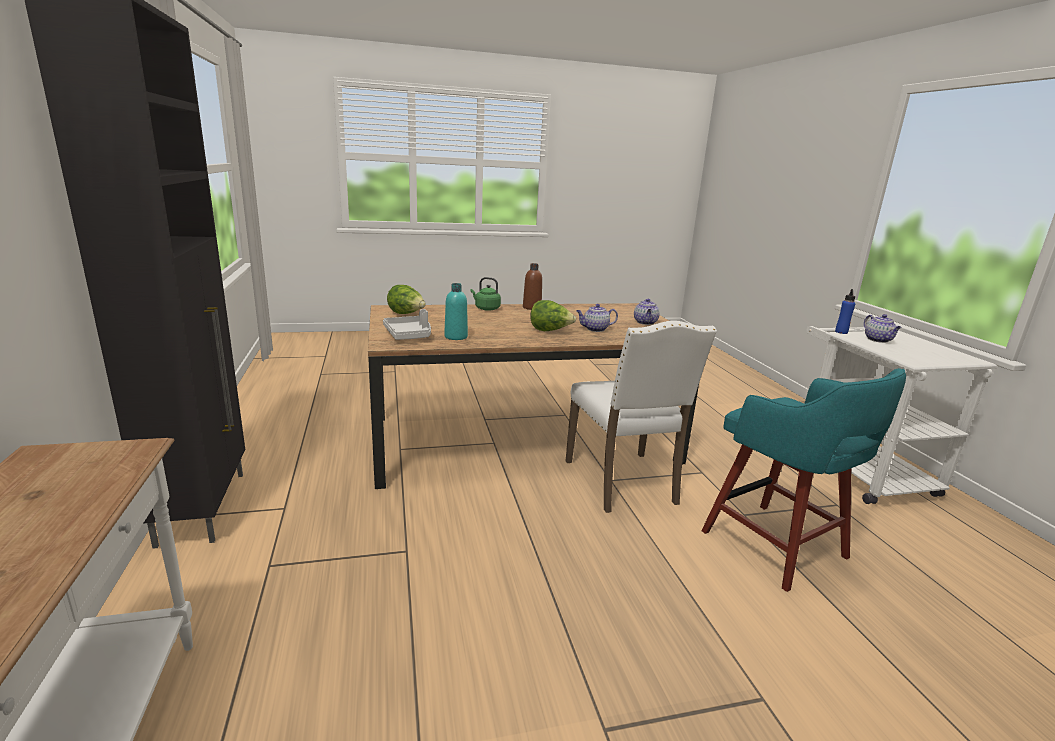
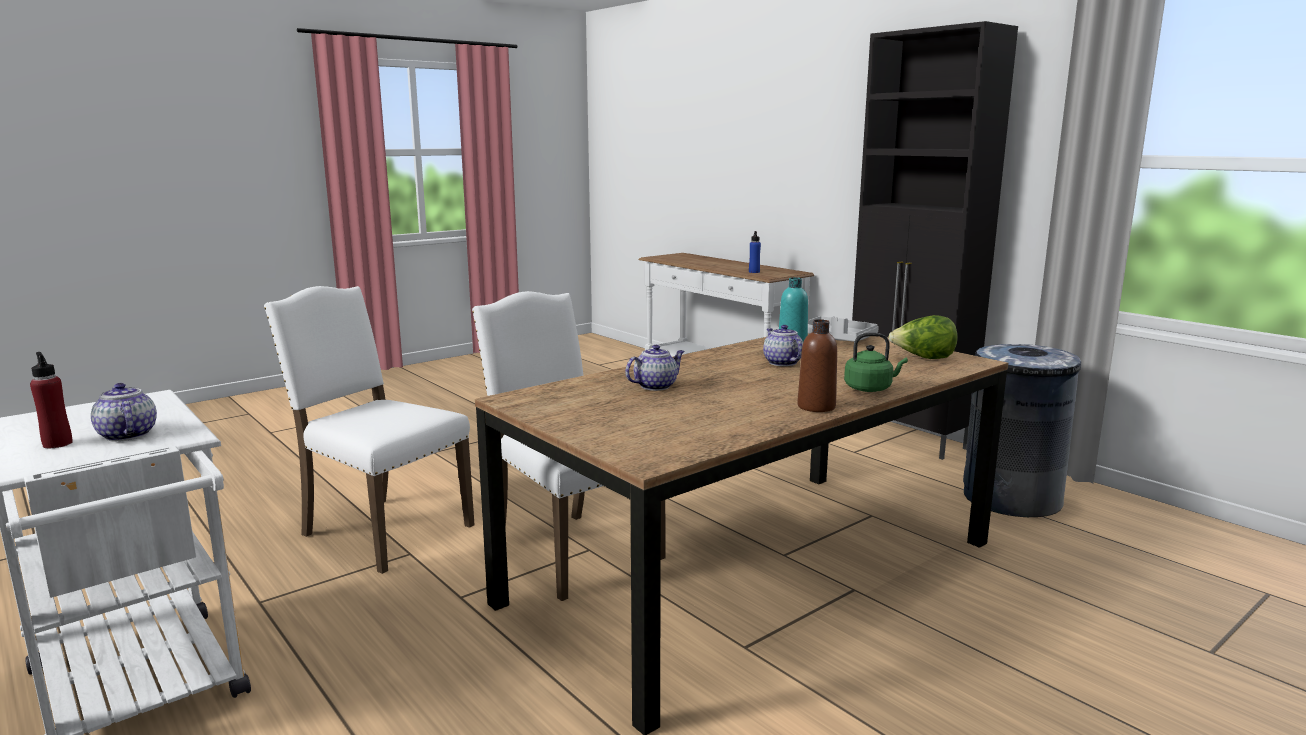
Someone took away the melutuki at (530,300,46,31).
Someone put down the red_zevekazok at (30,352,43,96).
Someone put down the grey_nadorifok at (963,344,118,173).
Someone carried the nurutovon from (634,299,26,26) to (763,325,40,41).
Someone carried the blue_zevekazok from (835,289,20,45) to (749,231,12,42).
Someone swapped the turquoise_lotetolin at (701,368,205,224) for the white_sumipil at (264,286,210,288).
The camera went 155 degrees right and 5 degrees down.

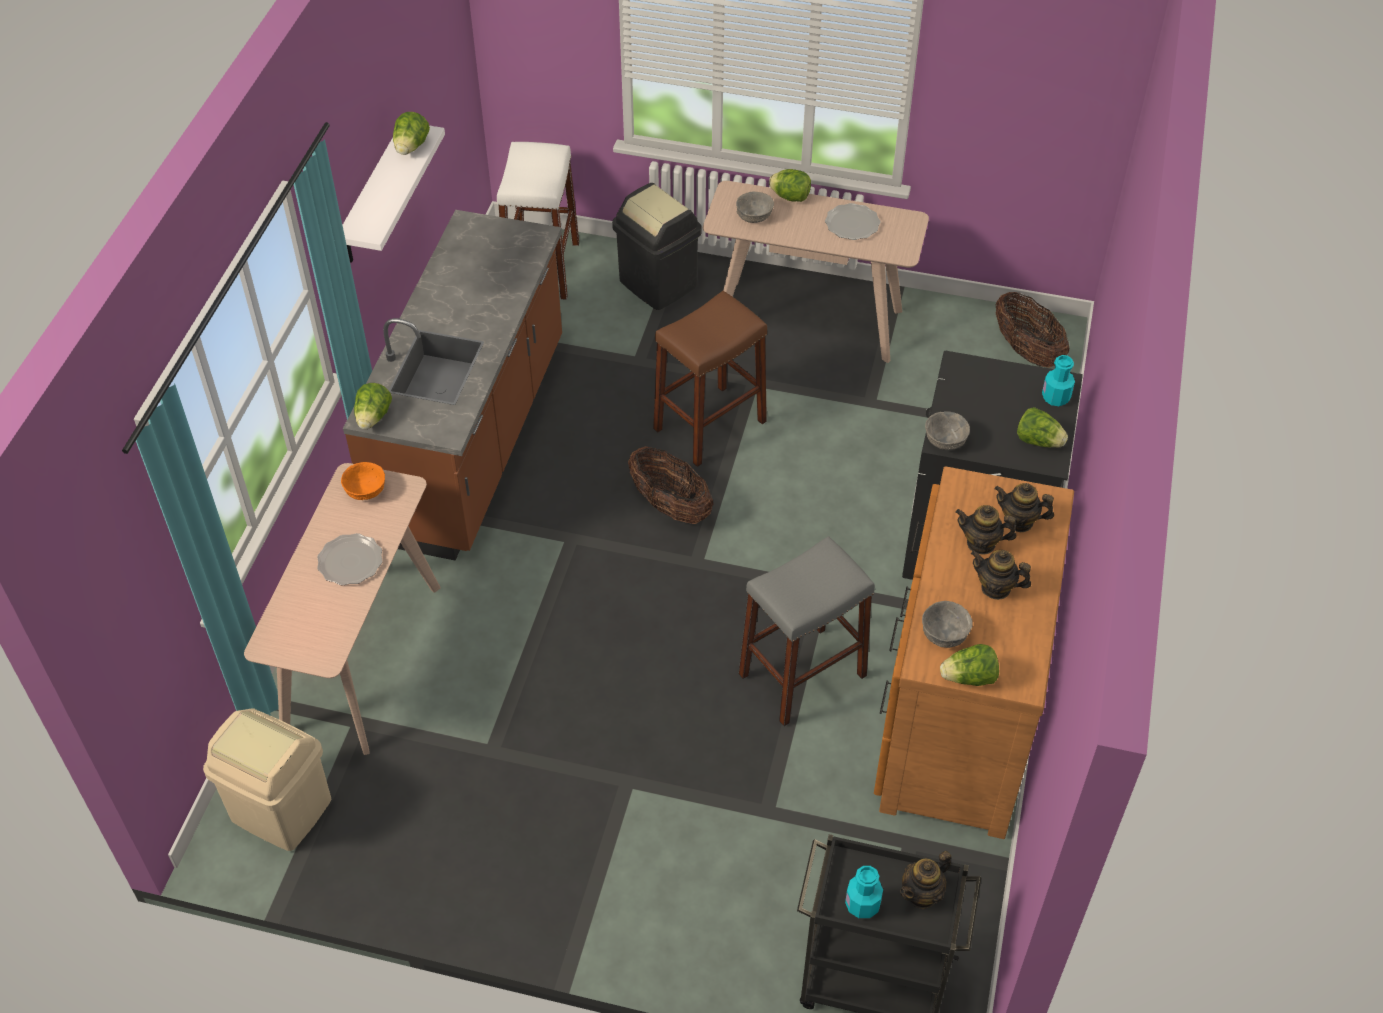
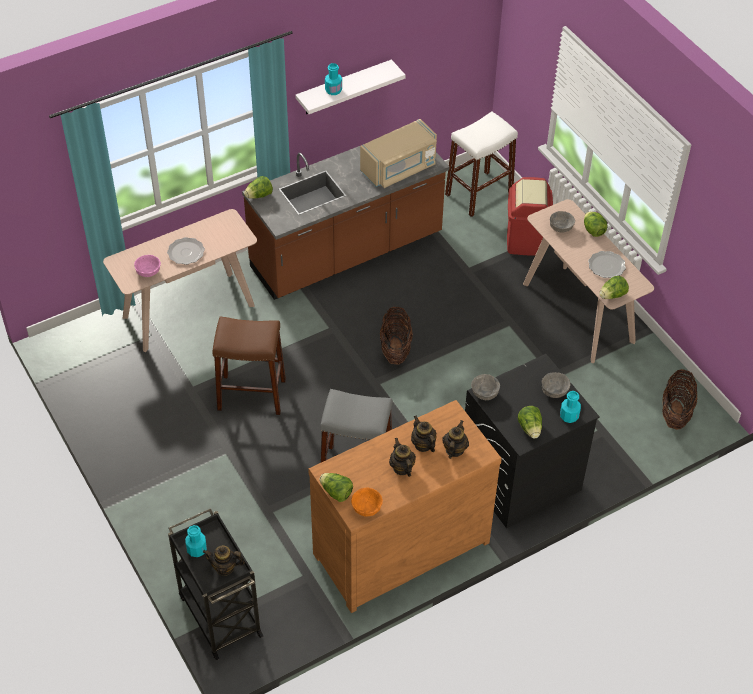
Someone took away the beige_nadorifok at (203,708,128,143).
Someone put down the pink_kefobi at (134,255,27,22).
Someone put down the turquoise_zevekazok at (325,63,17,32).
Someone put down the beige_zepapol at (360,119,77,69).
Someone carried the orange_kefobi from (341,462,44,38) to (351,488,32,28).
Someone carried the melutuki from (393,112,37,43) to (599,276,30,23).
Someone carried the brown_lotetolin from (653,291,114,176) to (212,316,74,99).
Someone carried the grey_kefobi from (922,601,51,47) to (542,372,28,26).
Someone repainted the black_nadorifok at (612,183,90,127), which became the red_nadorifok at (507,177,46,79).
Someone rotated the nurutovon at (995,483,59,49) by 45 degrees clockwise.
The camera went 45 degrees right and 0 degrees up.

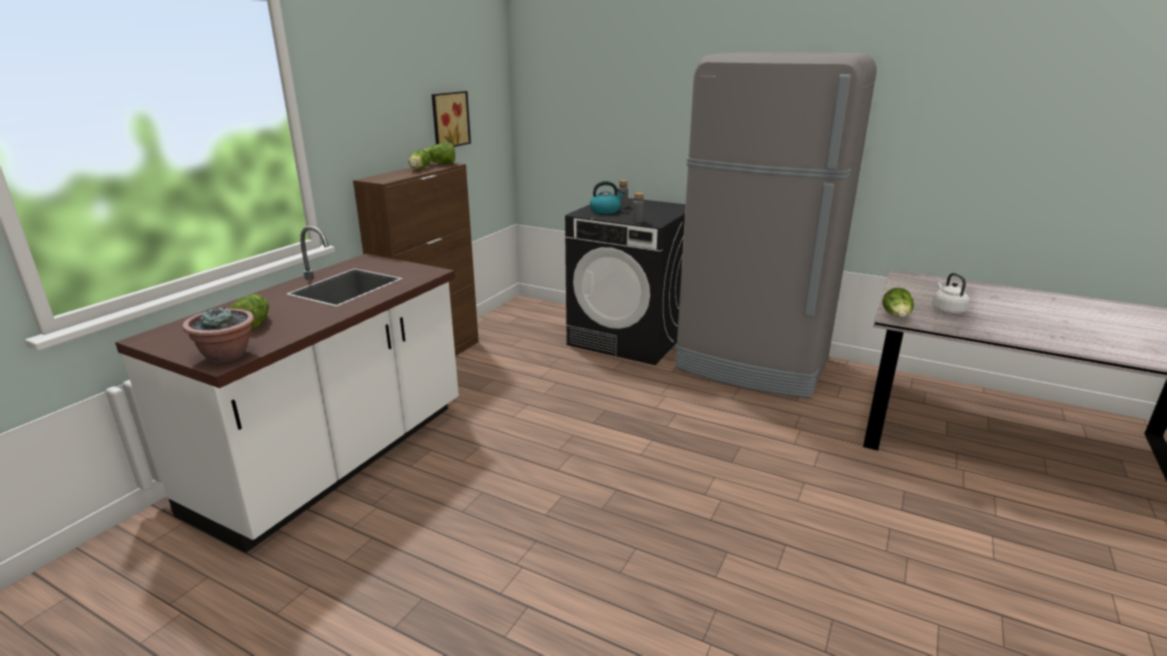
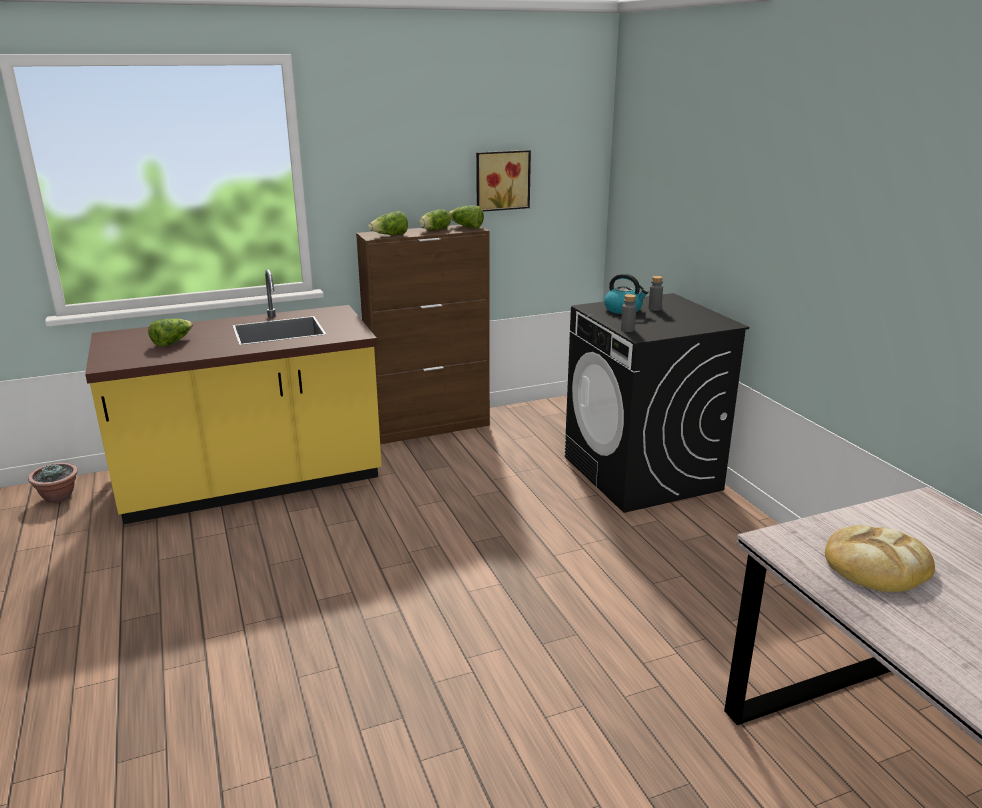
Someone took away the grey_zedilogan at (675,52,201,346).
Someone carried the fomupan from (182,307,72,56) to (28,463,50,40).
Someone carried the melutuki from (882,287,32,31) to (368,211,40,24).
Someone swapped the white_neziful at (932,273,37,41) for the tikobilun at (825,525,110,67).
Someone repainted the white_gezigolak at (115,226,344,327), which became the yellow_gezigolak at (85,269,297,255).
The camera went 40 degrees right and 0 degrees up.

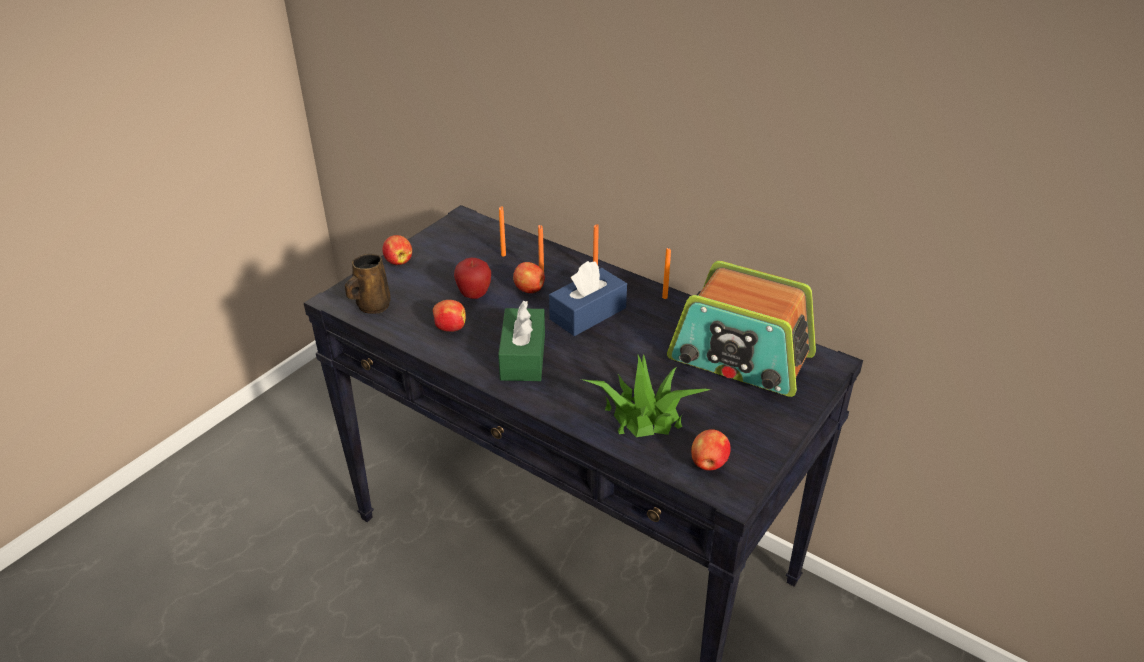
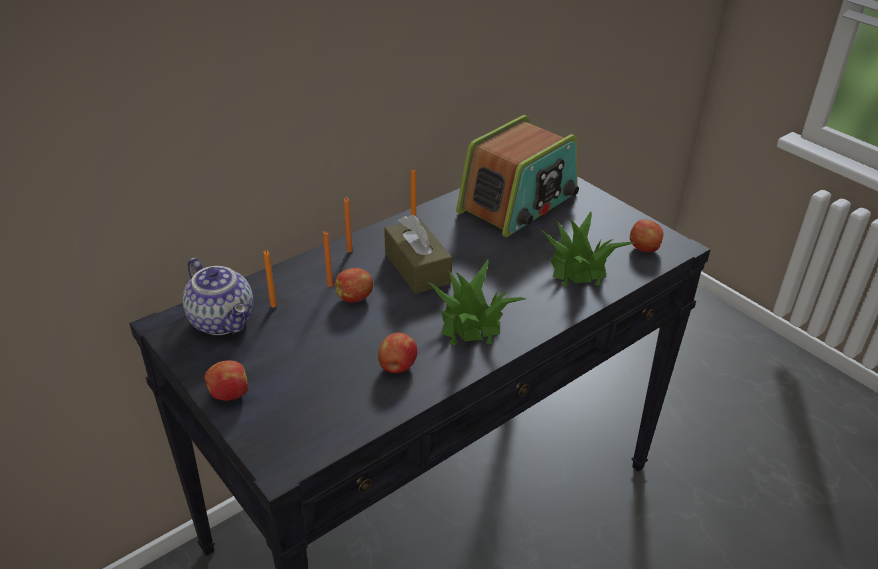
Someone took away the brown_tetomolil at (345,254,46,60).
Someone took away the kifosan at (454,258,37,41).
Someone put down the nurutovon at (183,258,71,77).
Someone swapped the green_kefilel at (498,301,47,80) for the fomupan at (428,260,98,86).
Someone repainted the blue_kefilel at (549,261,78,75), which became the brown_kefilel at (384,214,68,80).
The camera went 75 degrees left and 0 degrees up.

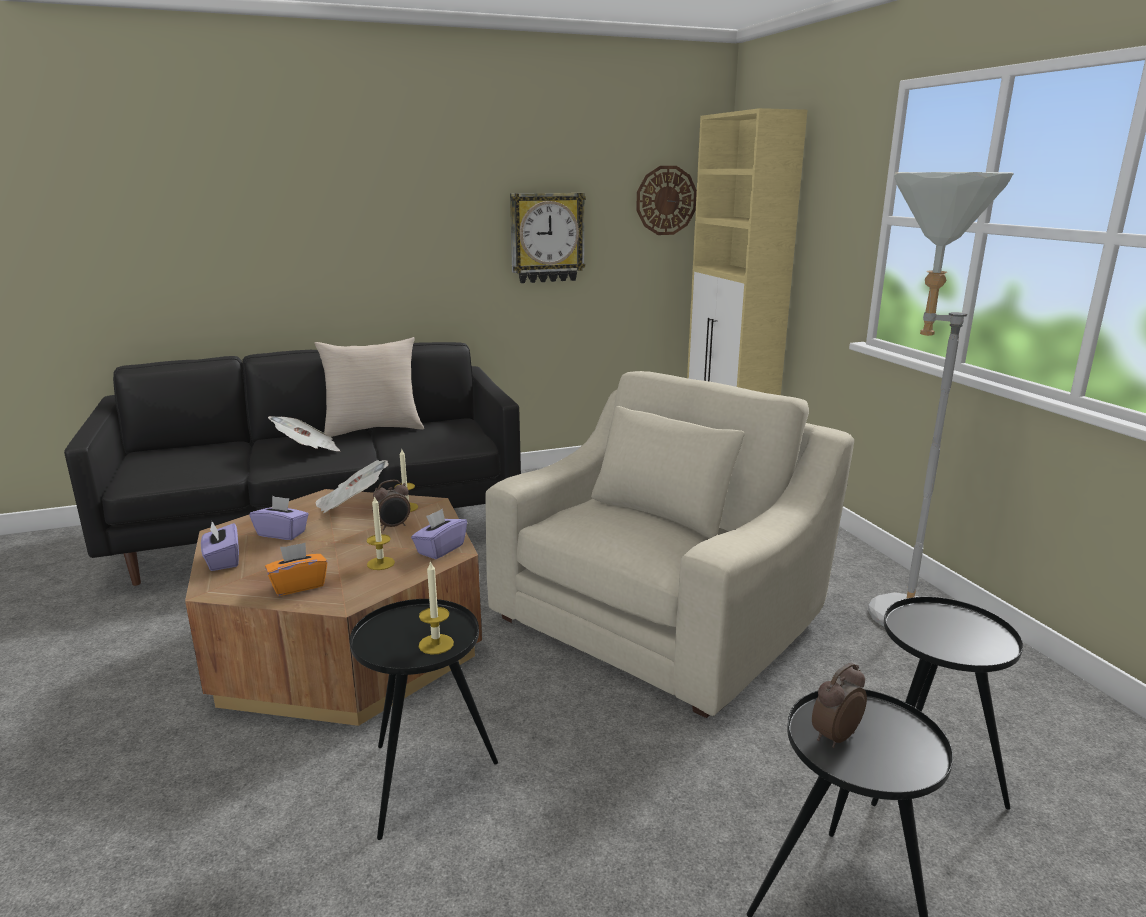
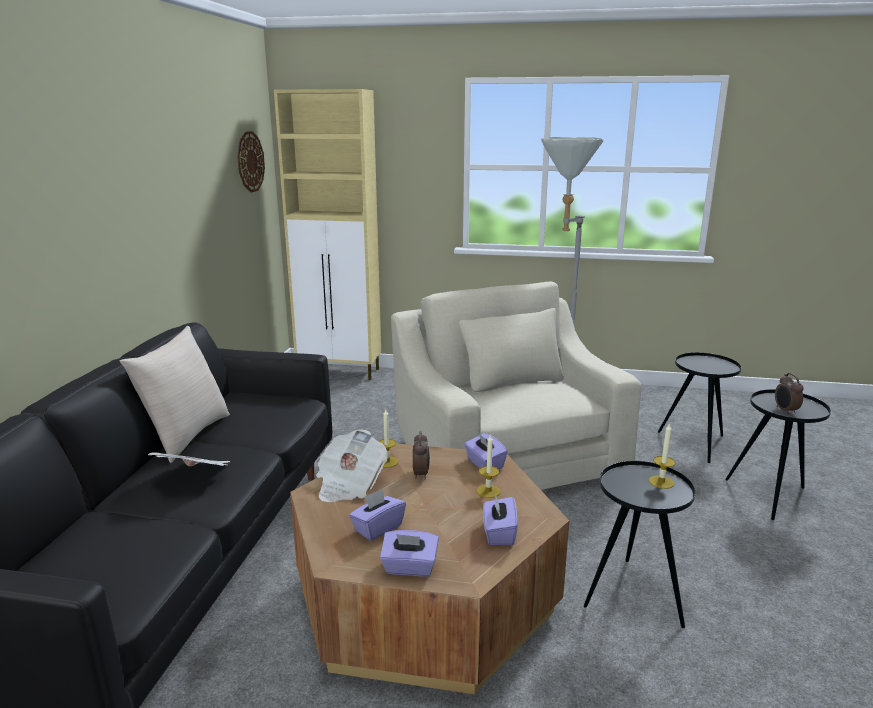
Someone took away the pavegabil at (510,193,76,90).
Someone repainted the orange_kefilel at (265,543,62,53), which became the purple_kefilel at (483,493,35,52).
The camera went 60 degrees left and 0 degrees up.

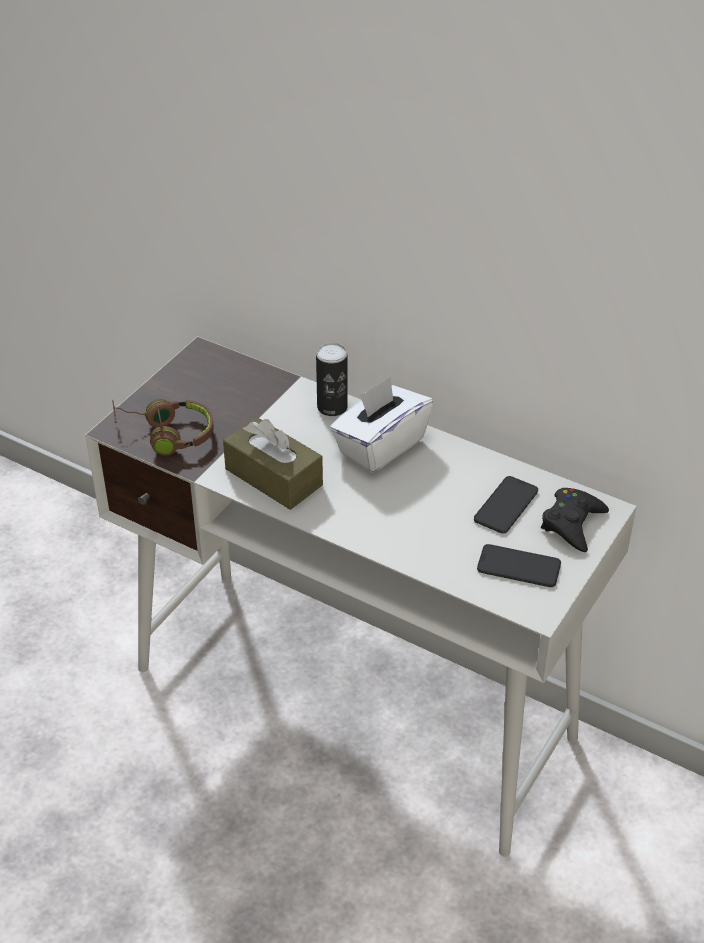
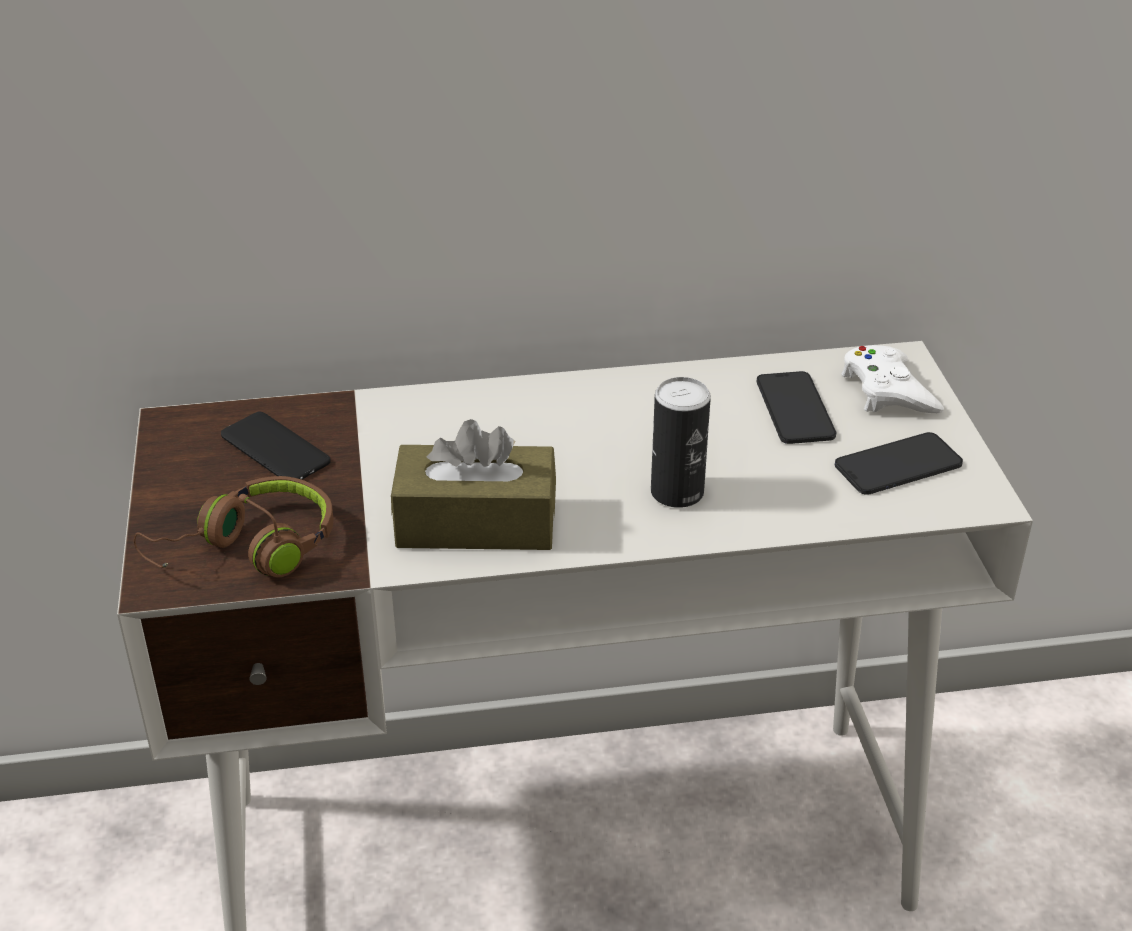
Someone took away the white_kefilel at (330,377,104,96).
Someone put down the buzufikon at (221,411,110,69).
Someone carried the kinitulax from (316,343,32,73) to (651,377,60,131).
Someone repainted the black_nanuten at (541,488,68,64), which became the white_nanuten at (842,345,102,68).
The camera went 40 degrees left and 5 degrees down.

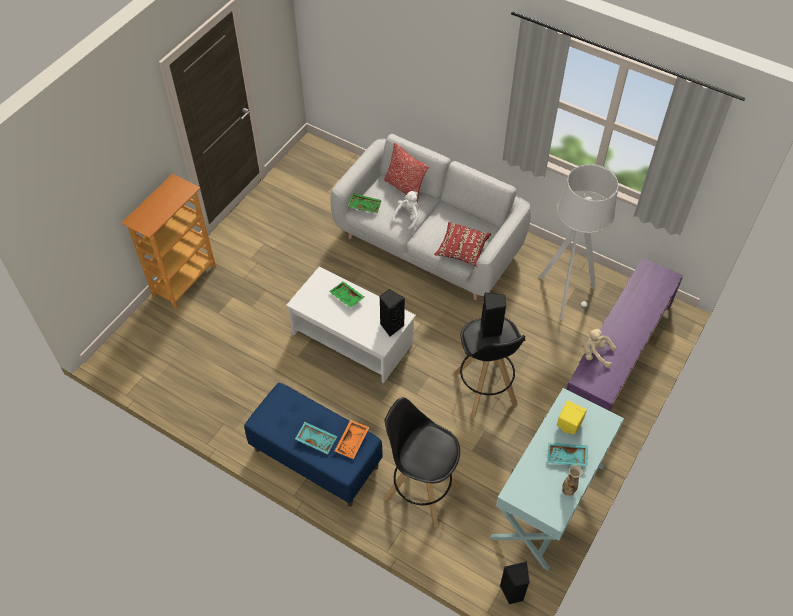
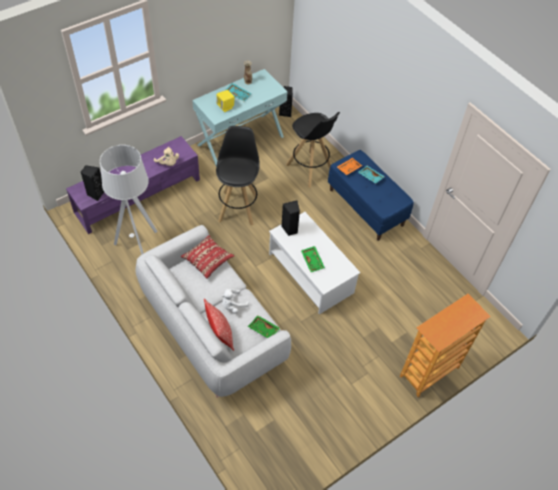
Someone carried the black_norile from (481,292,25,47) to (81,165,23,36).
The camera went 160 degrees left and 0 degrees up.

